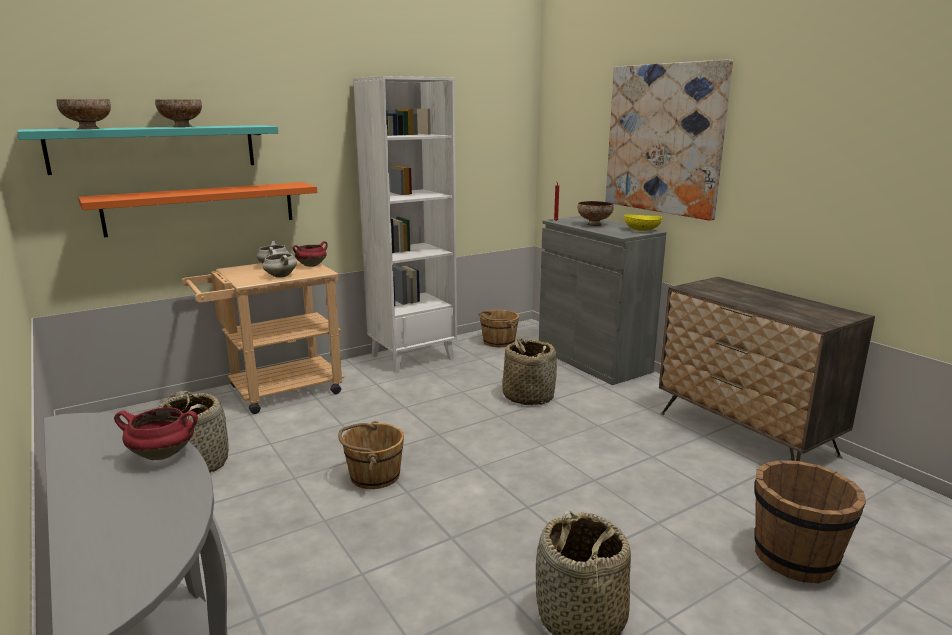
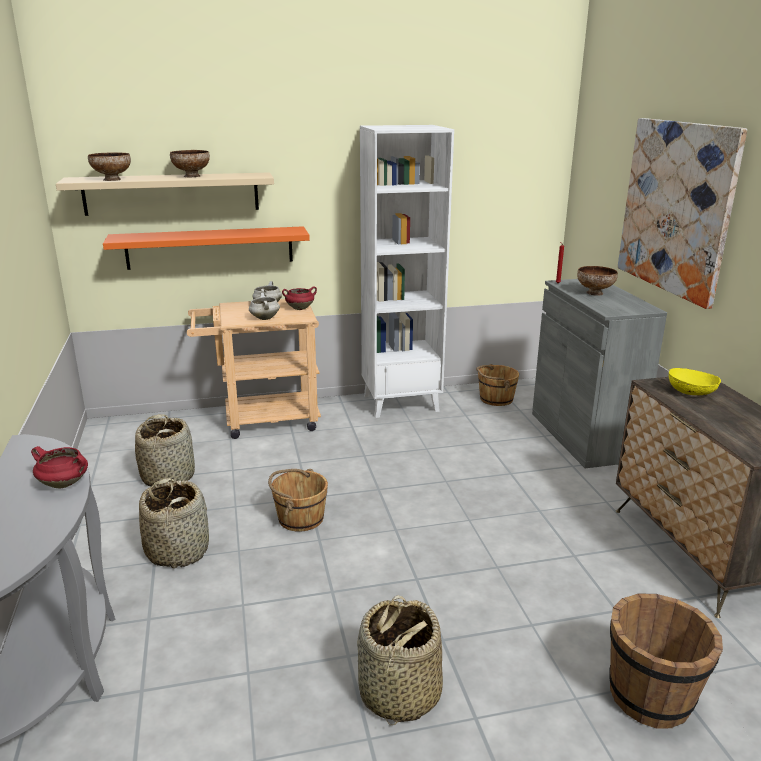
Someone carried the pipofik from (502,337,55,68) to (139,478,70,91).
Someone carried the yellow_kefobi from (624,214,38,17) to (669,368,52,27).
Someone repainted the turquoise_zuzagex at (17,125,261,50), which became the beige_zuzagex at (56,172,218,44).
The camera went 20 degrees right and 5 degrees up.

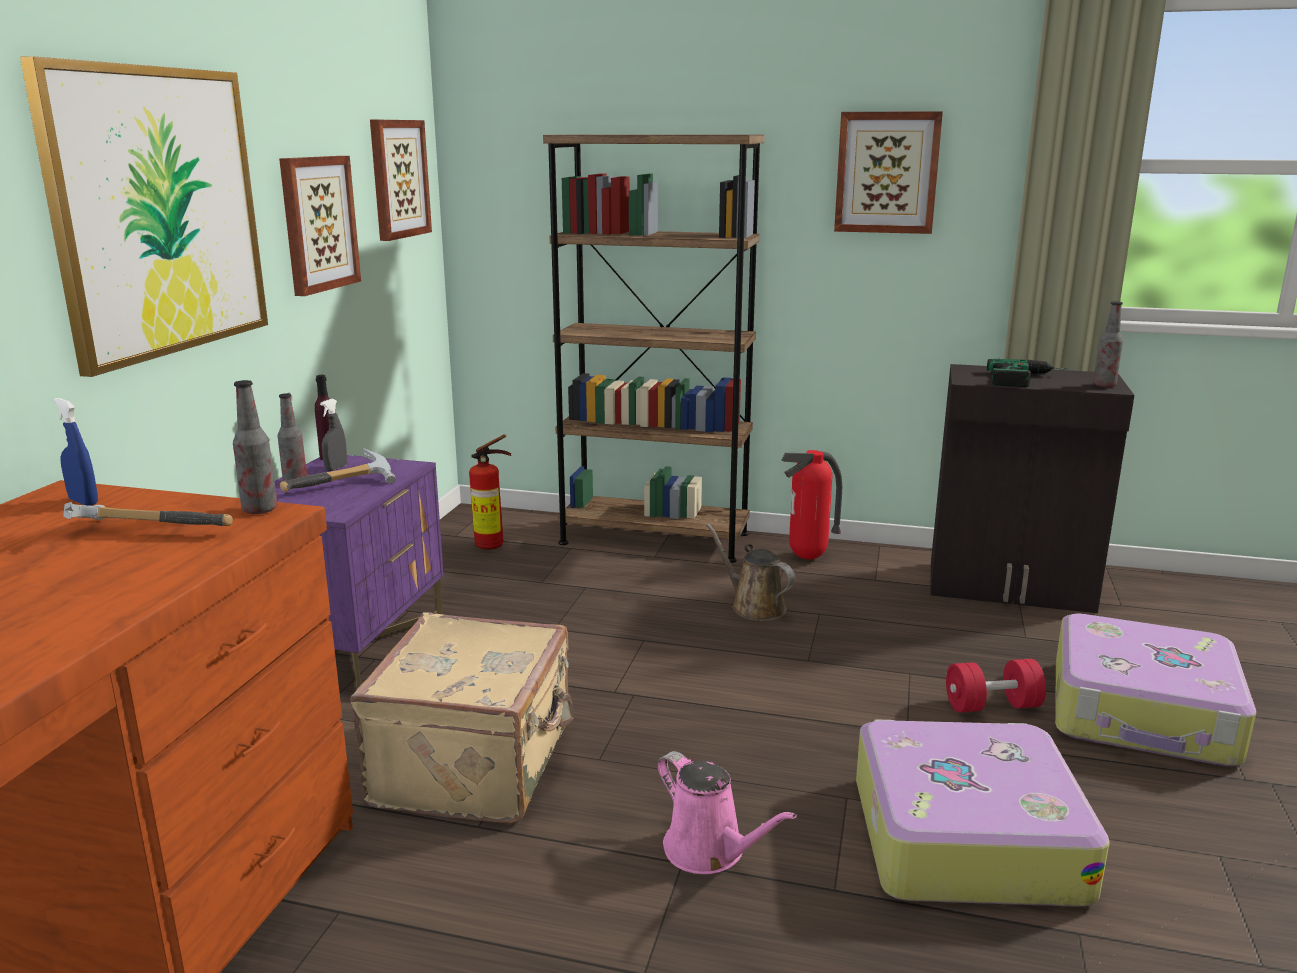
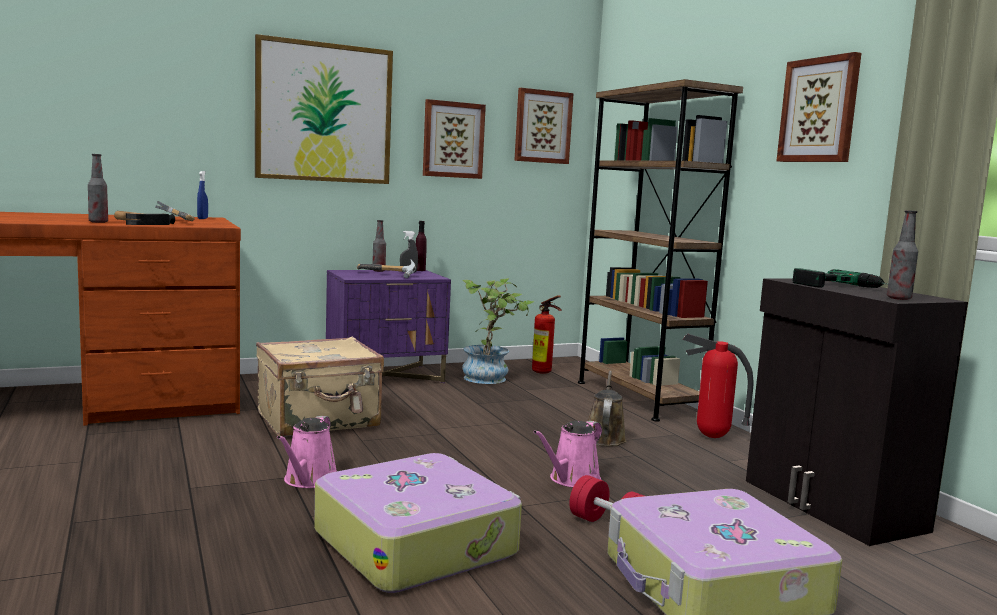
Someone put down the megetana at (114,211,61,14).
Someone put down the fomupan at (462,278,73,106).
Someone put down the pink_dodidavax at (533,421,69,66).
Someone carried the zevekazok from (233,380,45,134) to (88,154,20,69).
The camera went 50 degrees right and 10 degrees down.

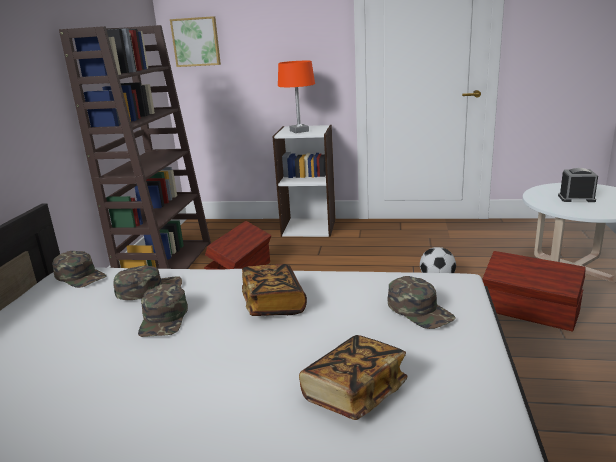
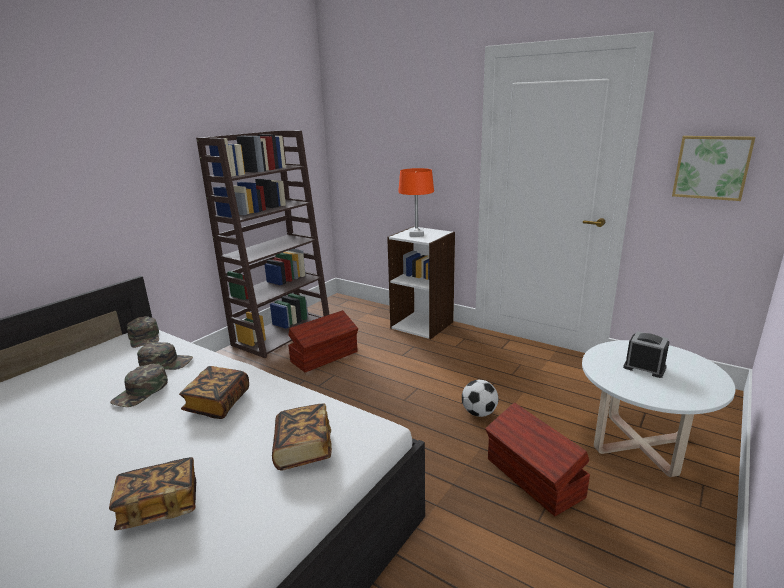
Someone carried the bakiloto from (170,16,51,51) to (672,136,83,65).
Someone swapped the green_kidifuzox at (388,276,68,53) for the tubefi at (272,403,60,68).
The camera went 25 degrees right and 0 degrees up.

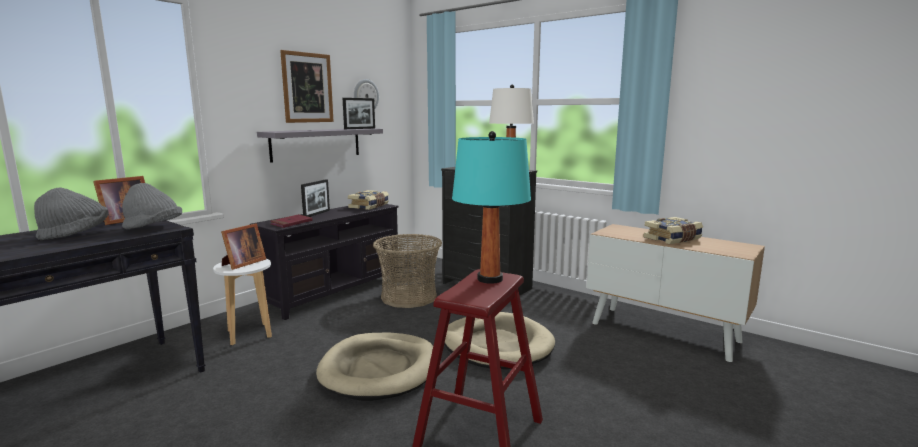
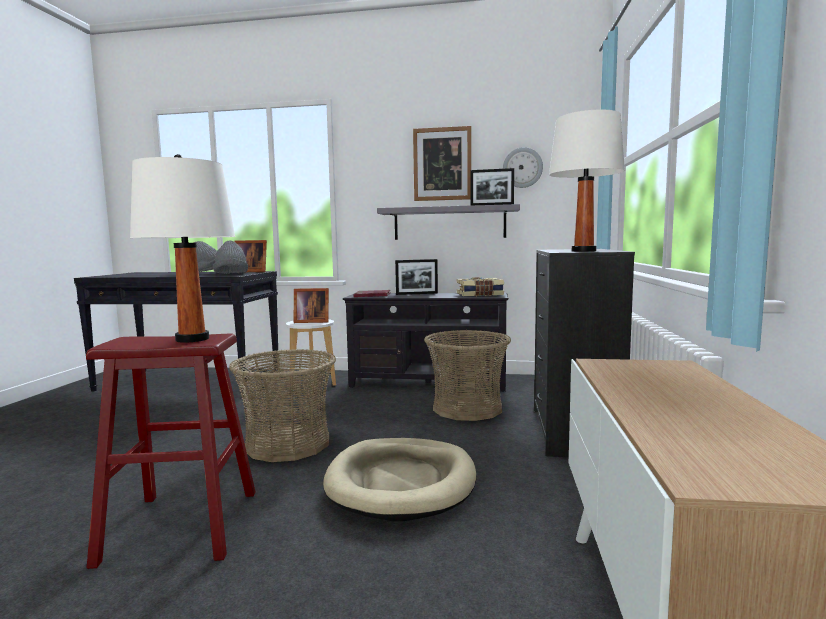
Someone took away the tubefi at (644,217,59,27).
Someone swapped the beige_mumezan at (316,333,117,68) for the pipofik at (229,349,107,113).
Someone repainted the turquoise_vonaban at (452,131,79,153), which became the white_vonaban at (130,154,105,189).
The camera went 60 degrees right and 5 degrees down.

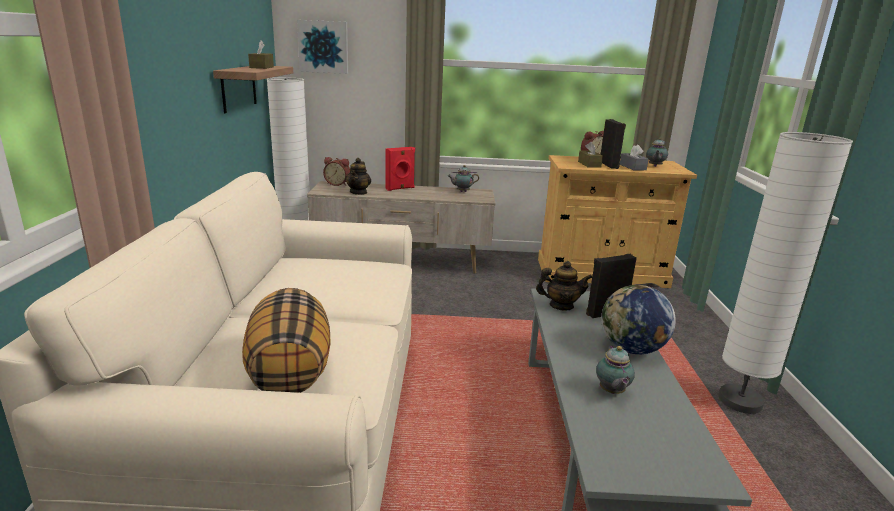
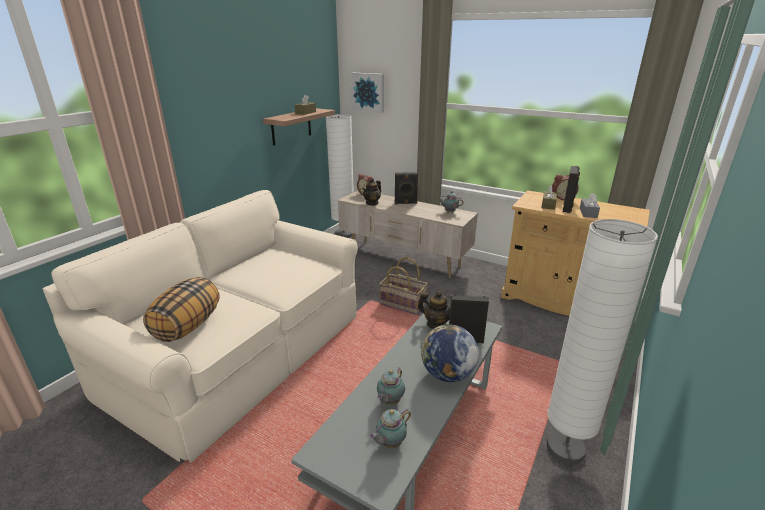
Someone put down the pipofik at (379,257,49,58).
Someone carried the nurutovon from (646,138,22,29) to (369,409,42,39).
Someone repainted the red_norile at (386,147,29,44), which became the black_norile at (395,172,23,32).
The camera went 30 degrees right and 5 degrees up.

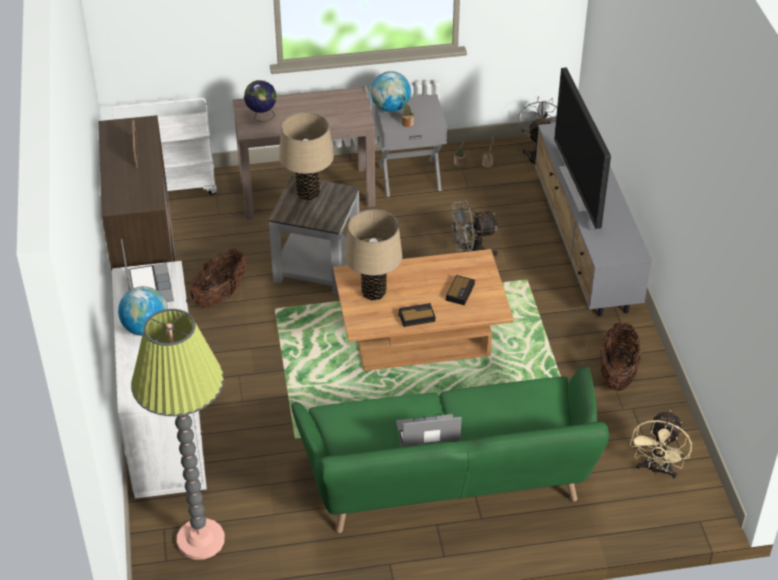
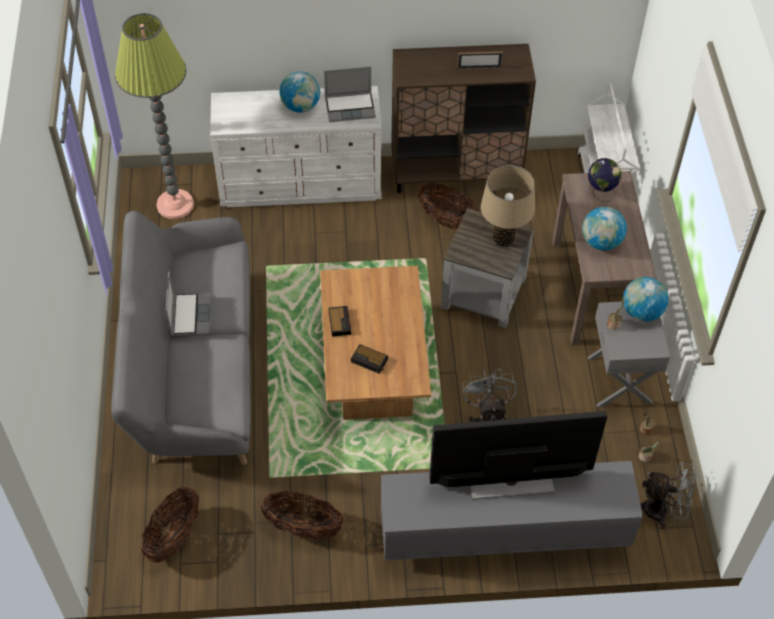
Someone took away the beige_vonaban at (345,209,57,91).
Someone put down the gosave at (582,207,45,43).
Someone swapped the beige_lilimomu at (630,410,62,69) for the pipofik at (141,486,58,77).
Someone repainted the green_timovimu at (291,367,318,166), which became the grey_timovimu at (111,211,140,254).
The camera went 95 degrees right and 10 degrees up.

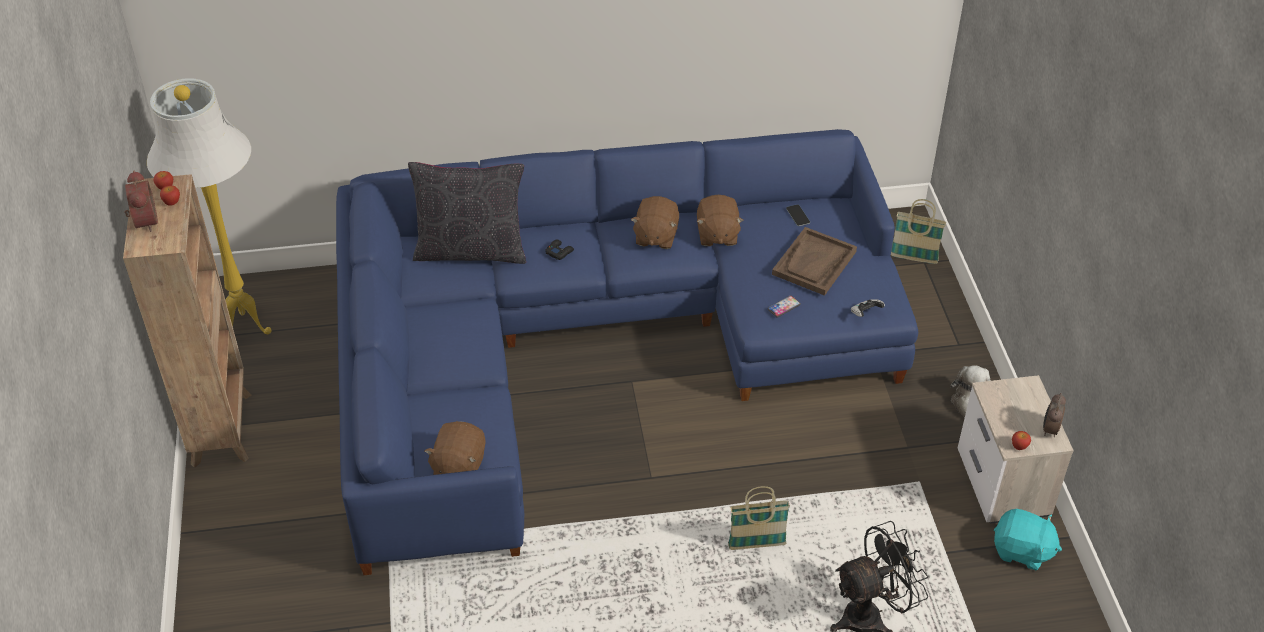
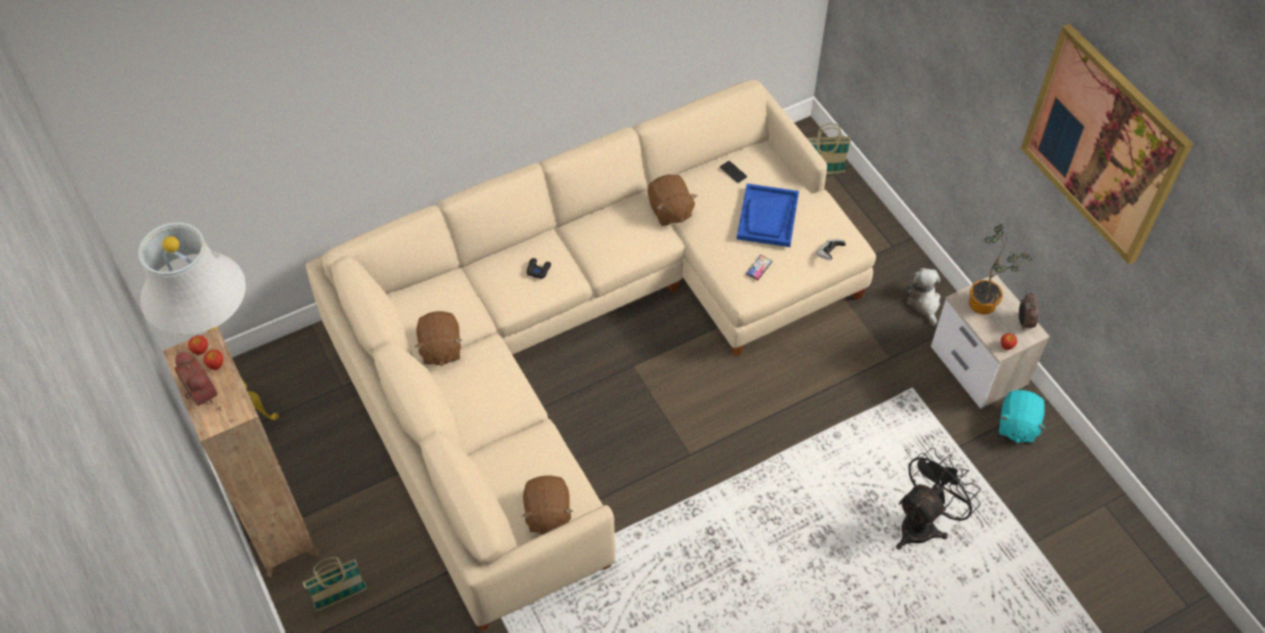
Someone took away the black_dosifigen at (408,162,118,102).
Someone put down the fomupan at (969,224,64,91).
Someone put up the bakiloto at (1021,23,172,241).
Someone carried the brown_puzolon from (631,196,48,53) to (415,311,47,55).
Someone carried the pipofik from (728,486,62,64) to (303,557,64,54).
Someone repainted the blue_timovimu at (336,129,582,446), which became the beige_timovimu at (306,79,570,553).
Someone repainted the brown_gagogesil at (772,227,85,69), which became the blue_gagogesil at (737,184,62,63).
Someone rotated the turquoise_puzolon at (994,509,68,61) by 105 degrees clockwise.
The camera went 20 degrees left and 10 degrees up.

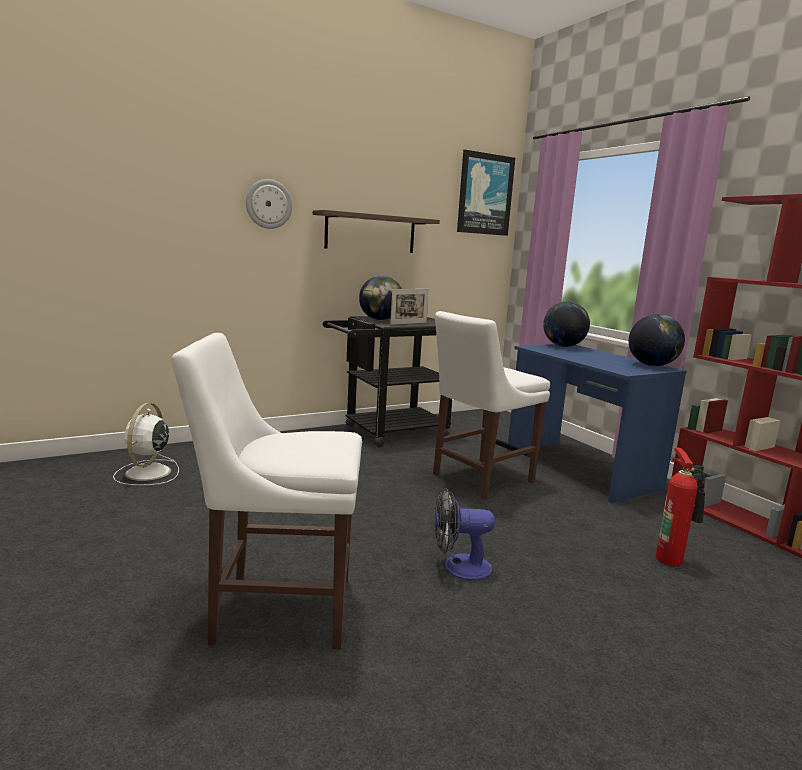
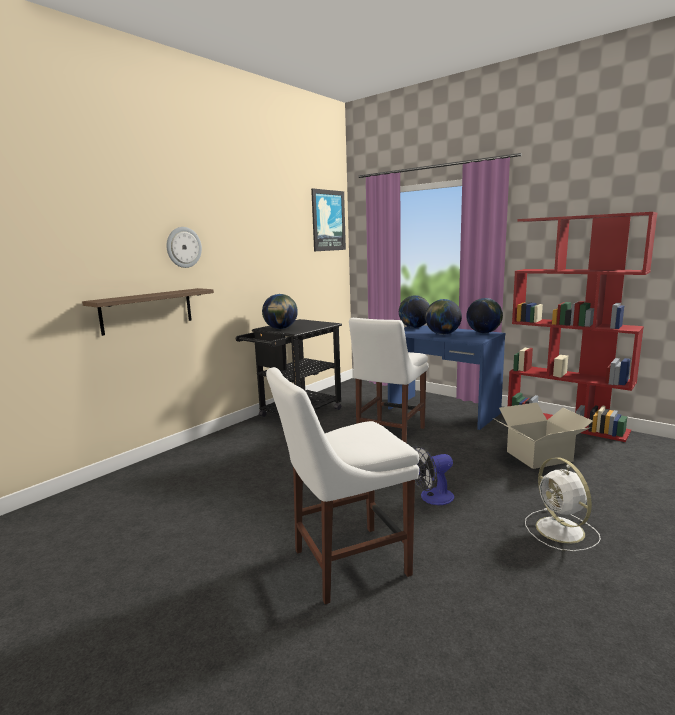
Someone took away the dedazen at (390,289,39,36).
Someone put down the gosave at (425,299,37,36).
Someone carried the white_lilimomu from (113,403,66,82) to (525,457,76,94).
Someone carried the zuzagex from (313,210,127,43) to (82,288,132,48).
Someone swapped the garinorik at (656,447,49,119) for the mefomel at (493,402,100,67).
The camera went 20 degrees left and 0 degrees up.

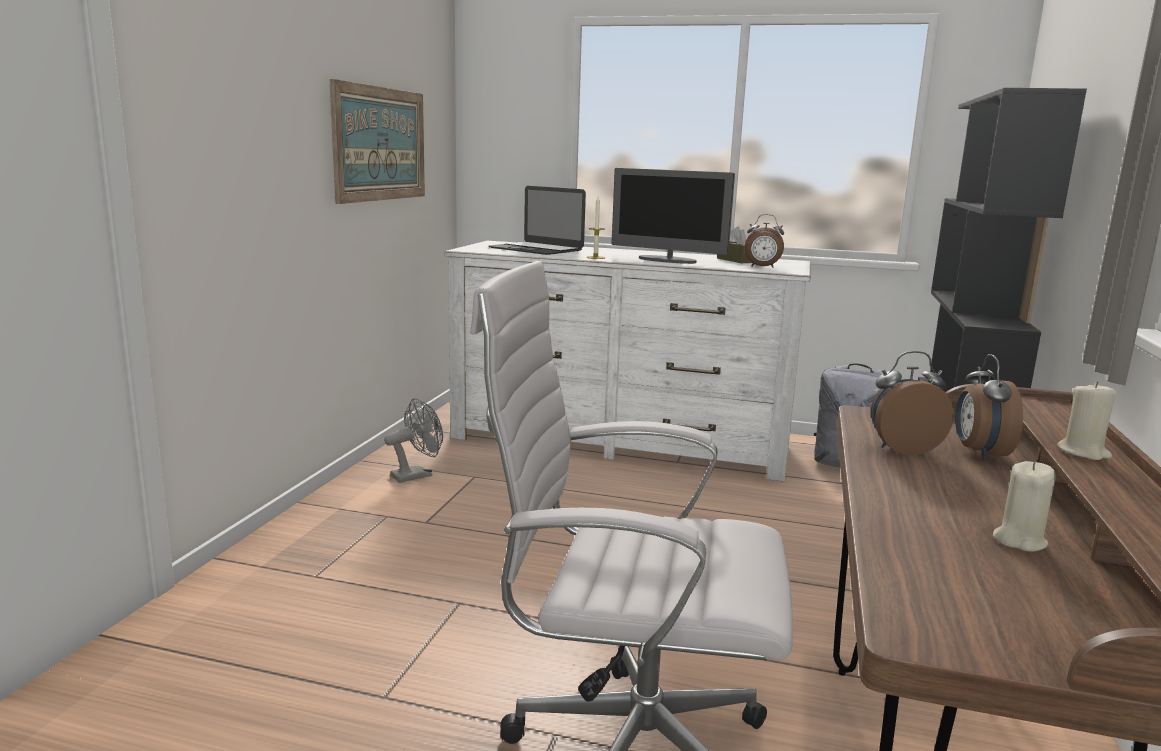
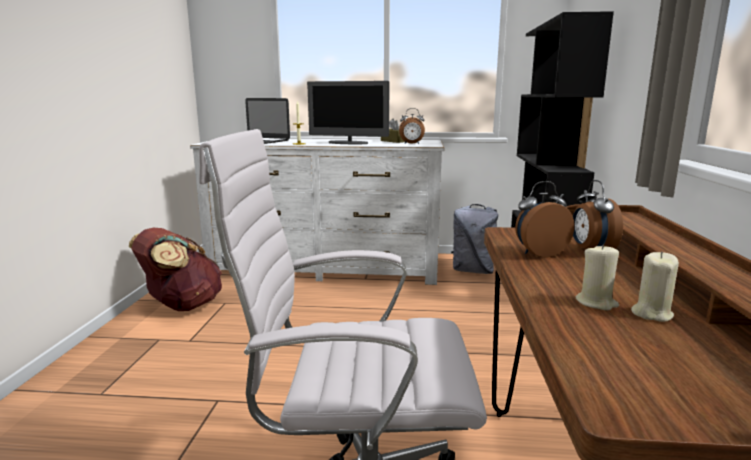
Someone took away the bakiloto at (330,79,95,125).
Someone carried the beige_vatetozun from (1057,381,59,79) to (576,244,43,67).
Someone swapped the grey_lilimomu at (384,398,59,85) for the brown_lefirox at (129,228,93,83).
The camera went 10 degrees left and 0 degrees up.

